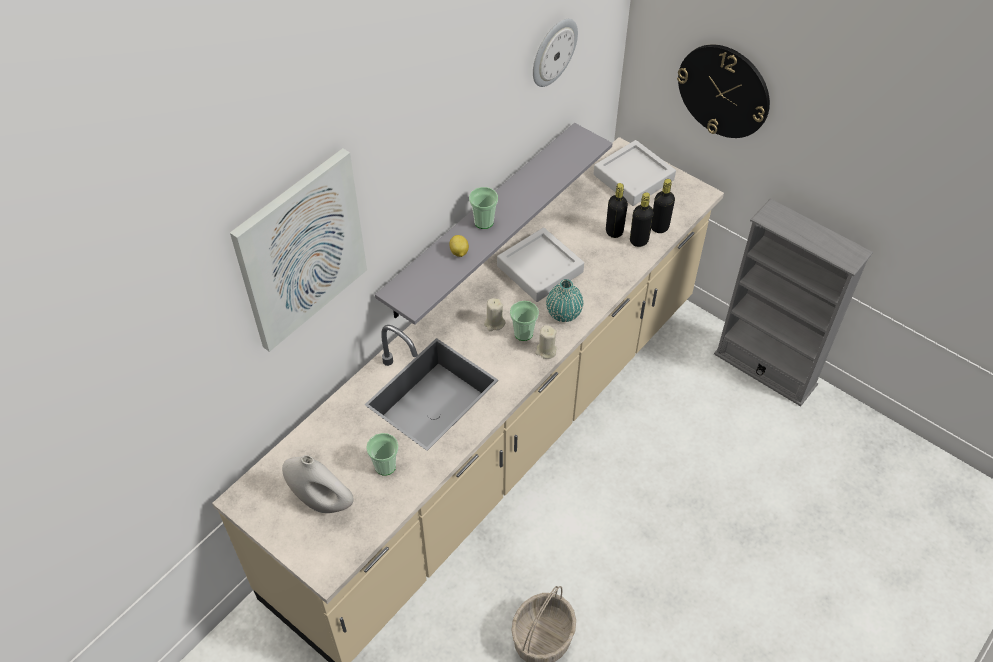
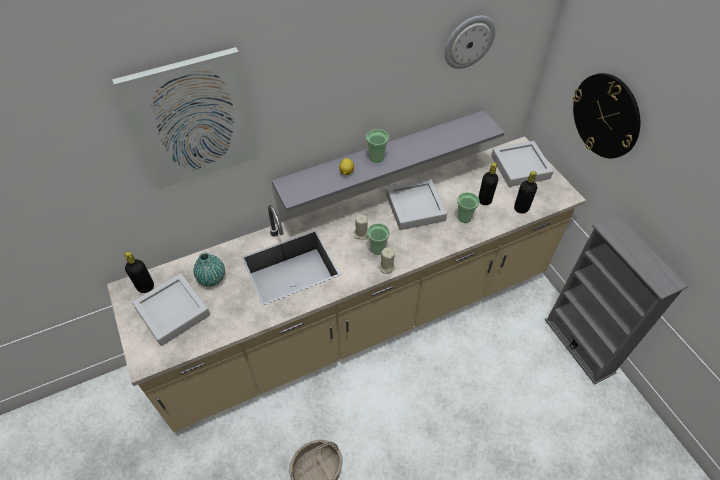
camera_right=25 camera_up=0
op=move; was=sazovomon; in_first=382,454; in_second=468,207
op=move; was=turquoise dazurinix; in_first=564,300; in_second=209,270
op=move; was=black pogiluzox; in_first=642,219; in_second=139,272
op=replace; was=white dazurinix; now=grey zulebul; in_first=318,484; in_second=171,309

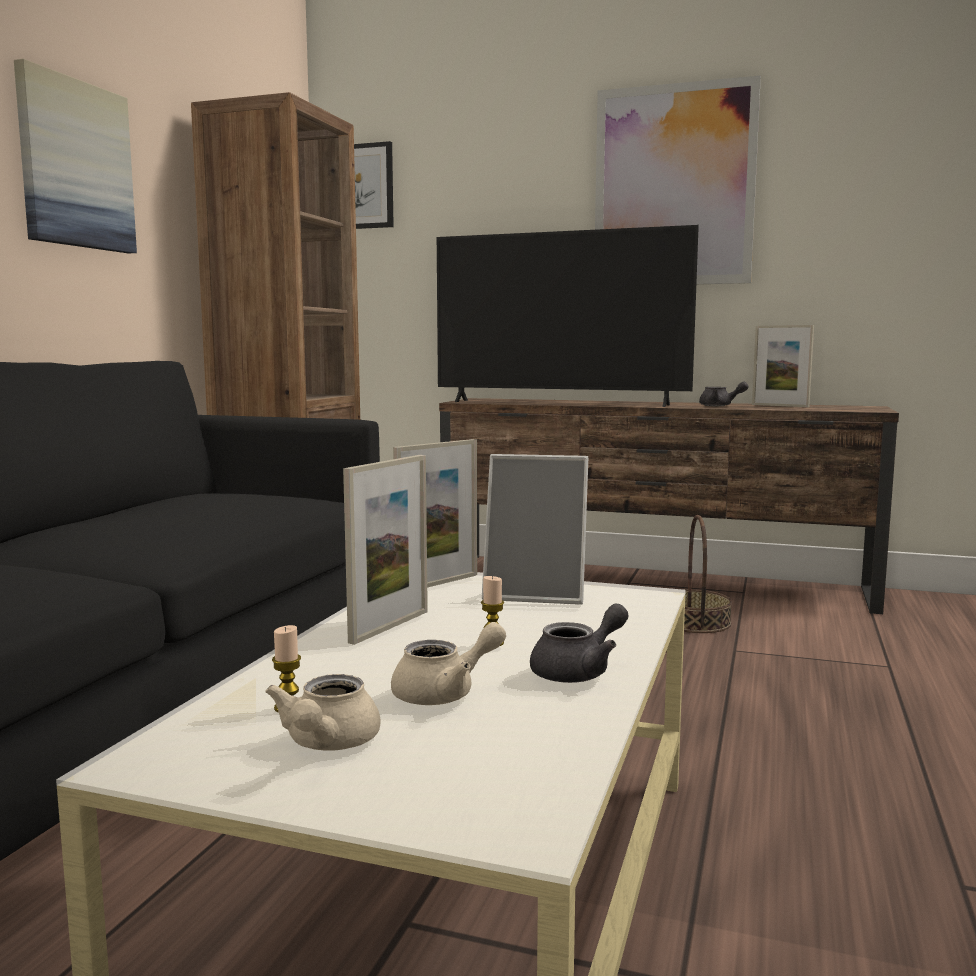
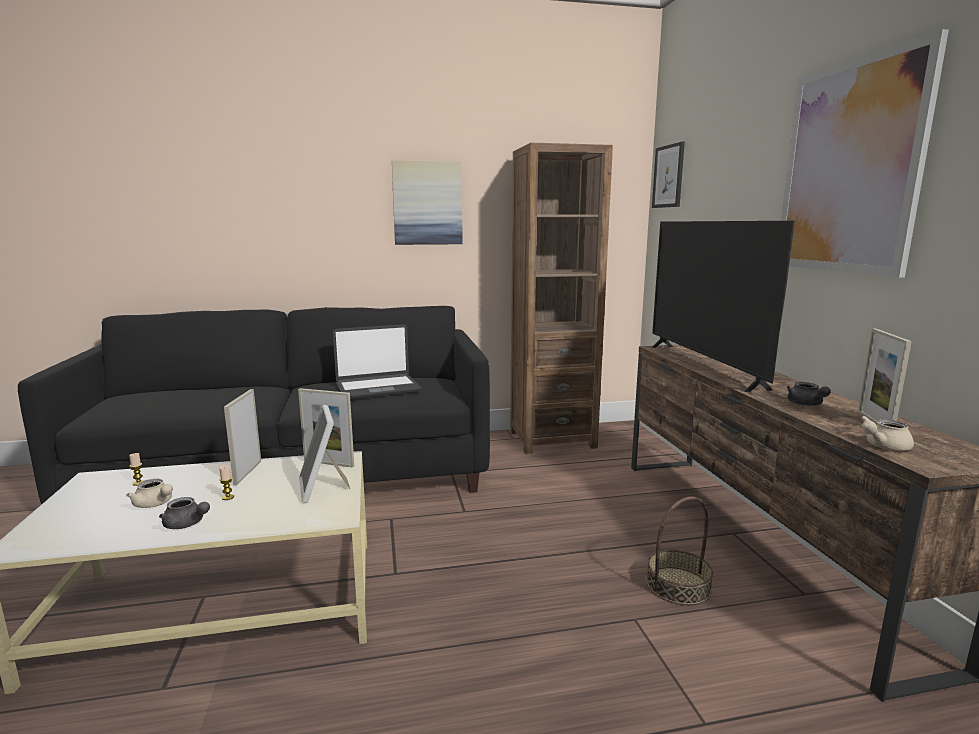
camera_right=60 camera_up=5
op=insert; now=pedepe; in_second=377,361
op=move; was=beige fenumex; in_first=323,712; in_second=887,433
op=rotate; was=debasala; in_first=385,550; in_second=242,437; clockwise=90

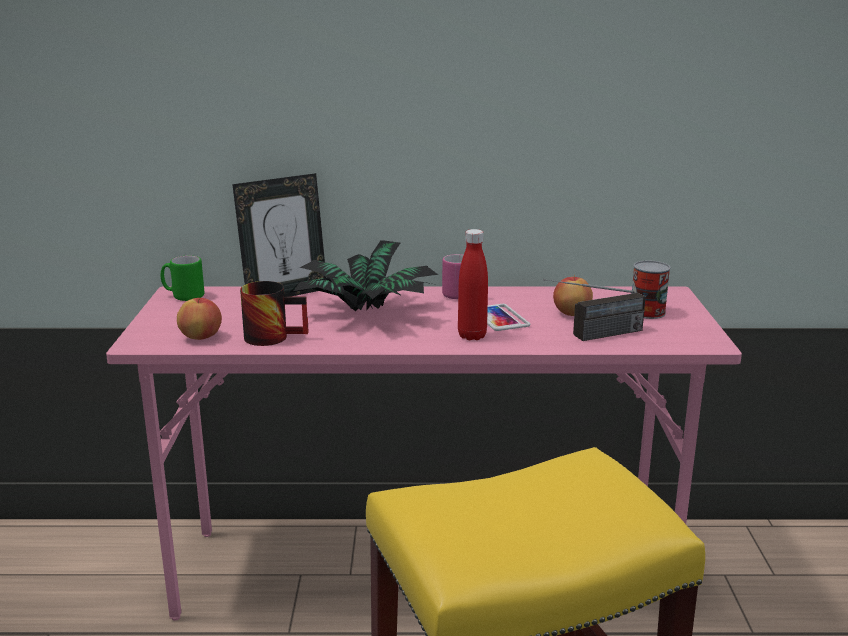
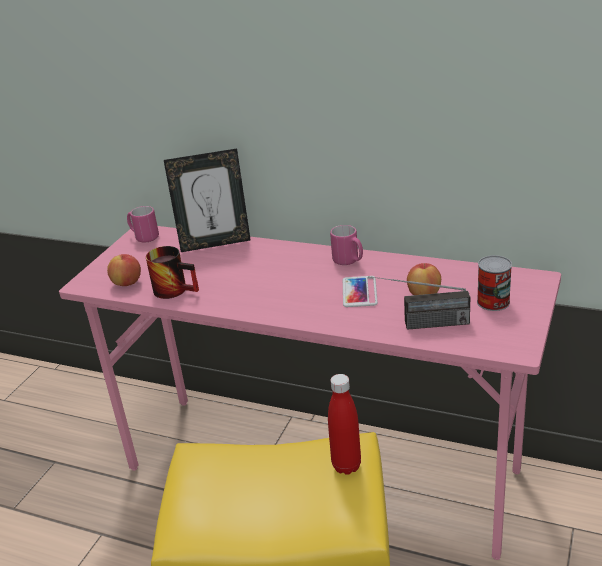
camera_right=25 camera_up=10
op=delete; was=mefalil; in_first=363,275
op=move; was=red pogiluzox; in_first=473,284; in_second=344,424
op=recolor; was=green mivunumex; now=pink mivunumex; in_first=182,278; in_second=143,224

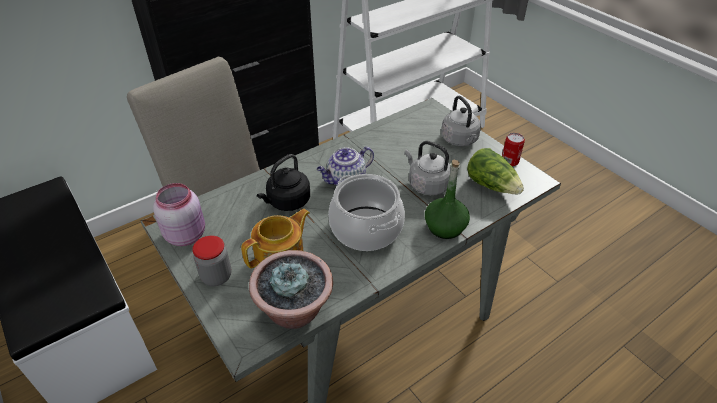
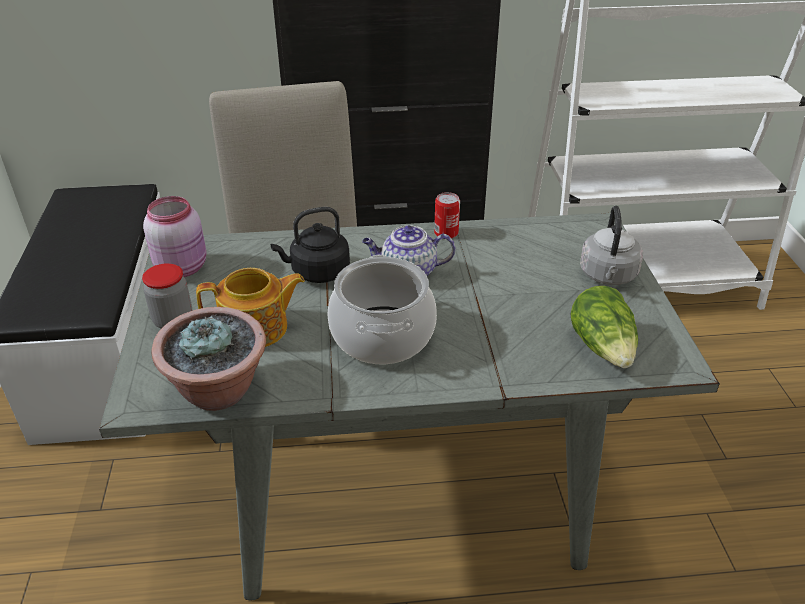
camera_right=30 camera_up=-5
op=delete; was=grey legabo; in_first=427,168
op=delete; was=green pogiluzox; in_first=447,199
op=move; was=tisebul; in_first=513,149; in_second=447,215

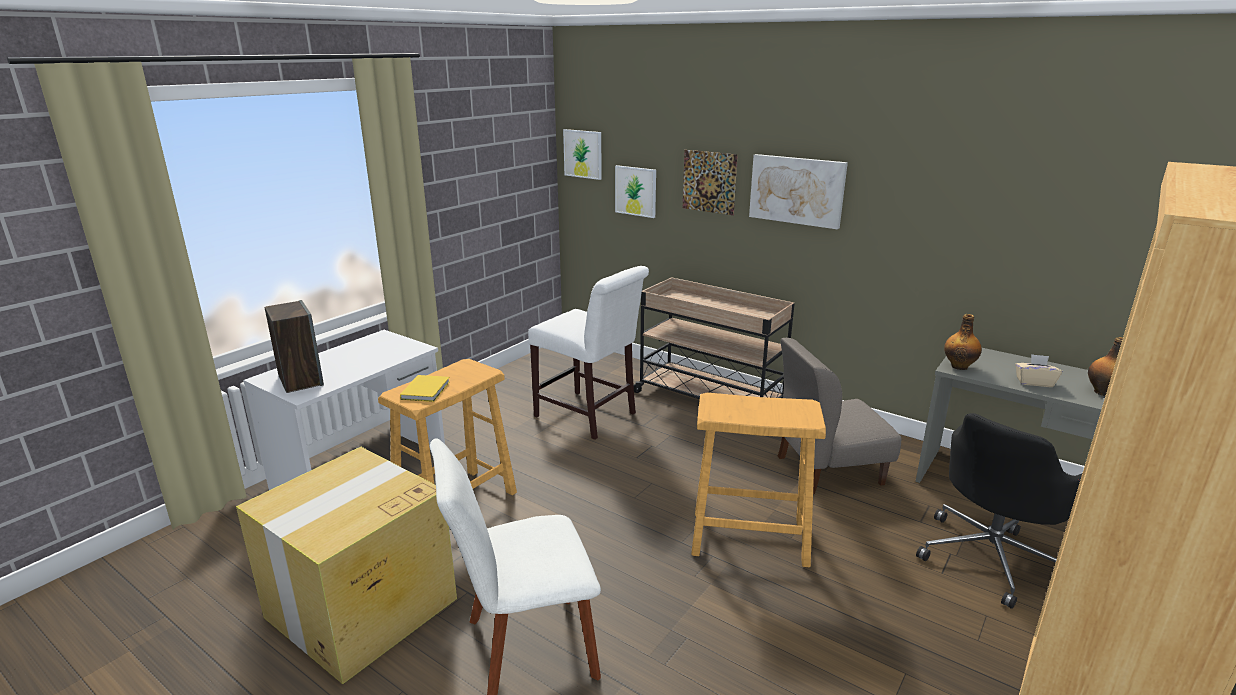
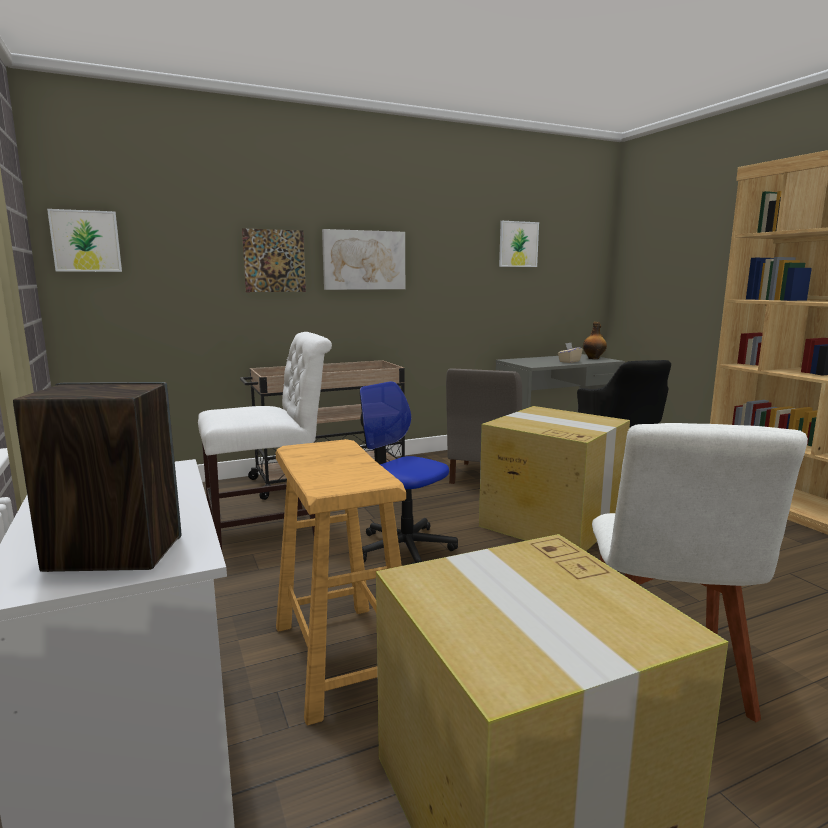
camera_right=-60 camera_up=-10
op=delete; was=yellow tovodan; in_first=425,388
op=delete; was=pogiluzox; in_first=963,342
op=insert; now=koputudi; in_second=408,472
op=move; was=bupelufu; in_first=635,191; in_second=519,244
op=replace; was=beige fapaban; now=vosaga; in_first=758,480; in_second=554,478

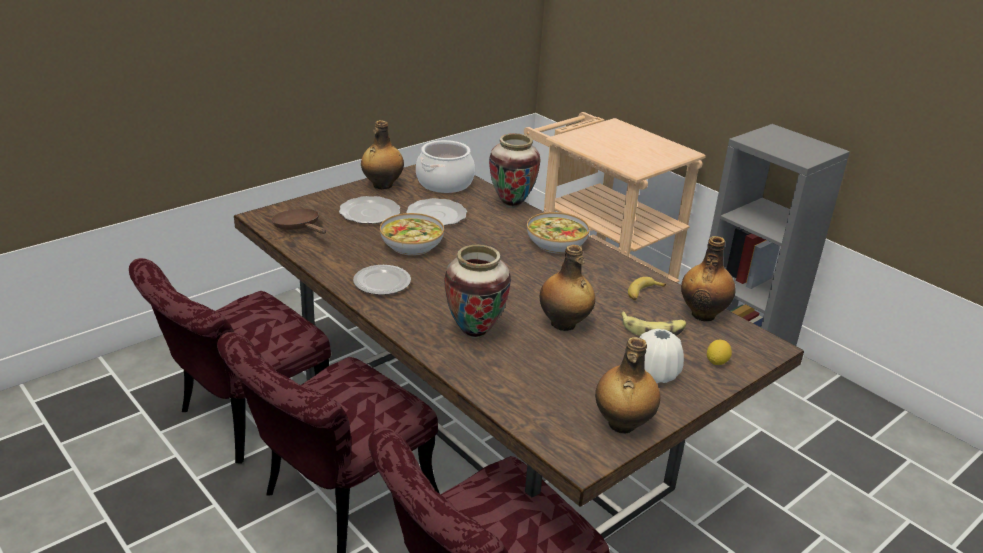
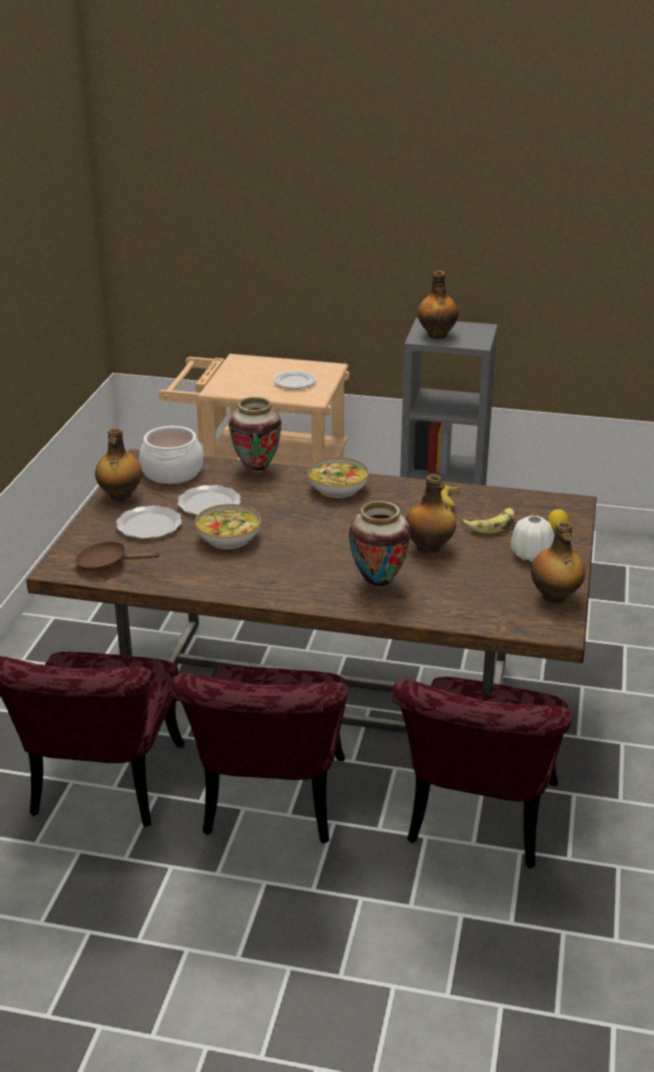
camera_right=-35 camera_up=0
op=move; was=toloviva; in_first=382,280; in_second=295,380
op=move; was=pogiluzox; in_first=708,278; in_second=437,305

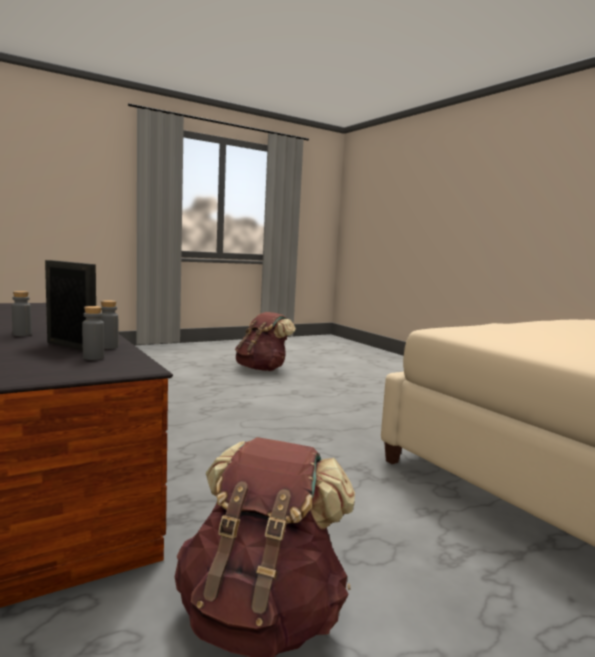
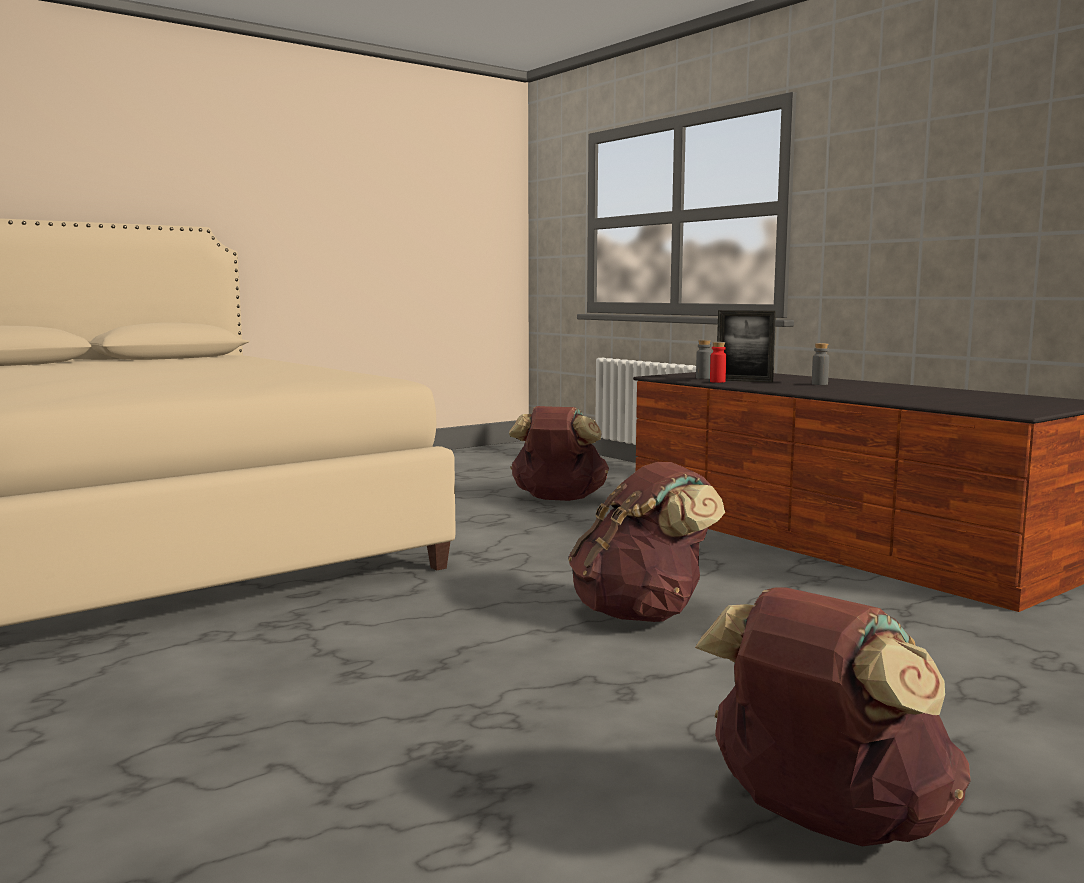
camera_right=175 camera_up=0
op=insert; now=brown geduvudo; in_second=646,542
op=recolor; was=grey pogiluzox; now=red pogiluzox; in_first=109,324; in_second=718,362

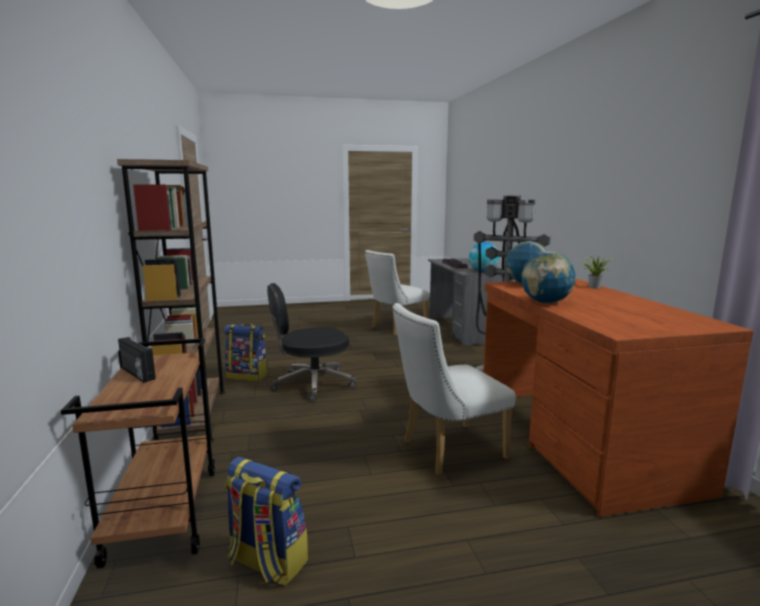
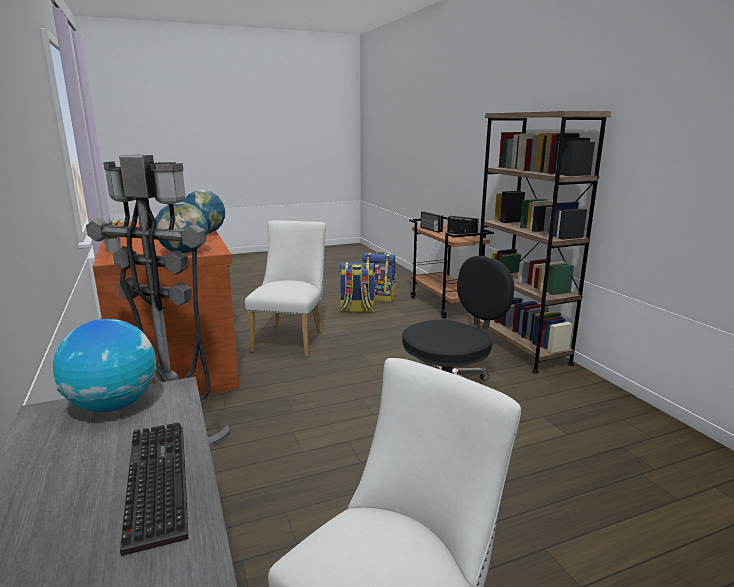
camera_right=170 camera_up=5
op=insert; now=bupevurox; in_second=432,222
op=move; was=geduvudo; in_first=246,352; in_second=357,287
op=rotate; was=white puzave; in_first=454,389; in_second=285,288; clockwise=-45

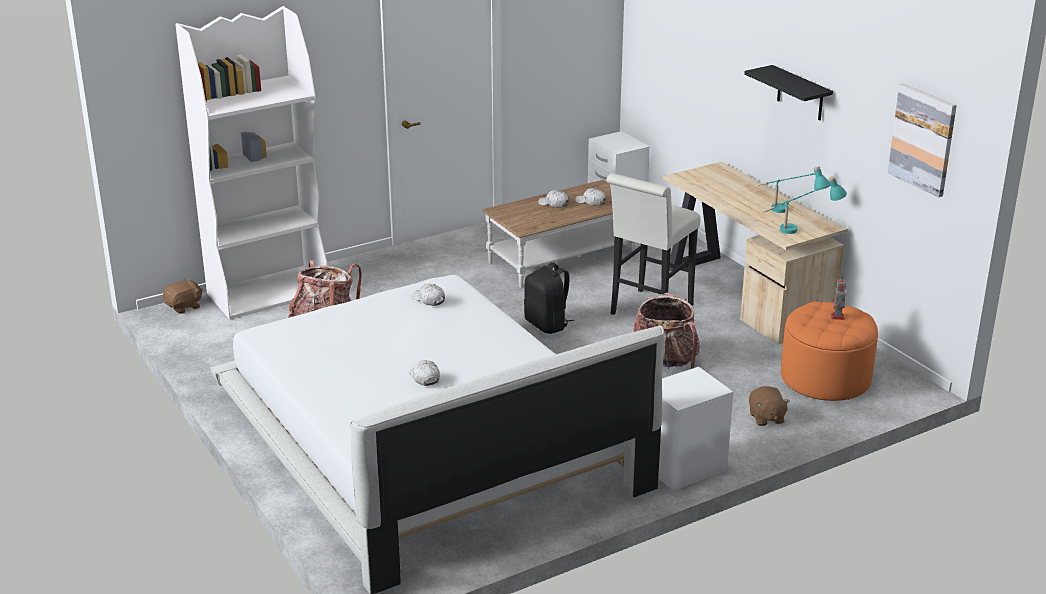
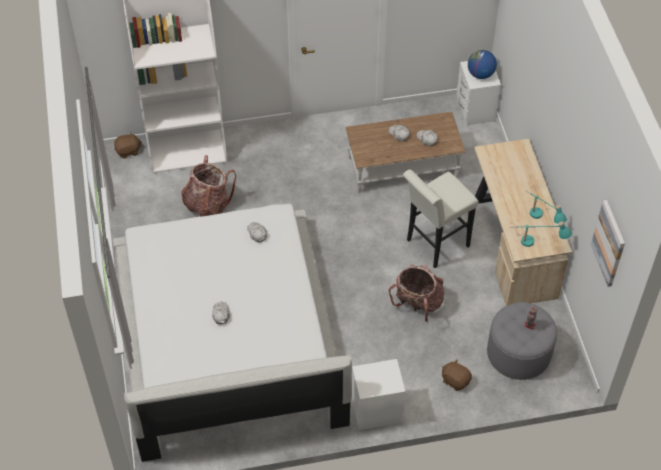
camera_right=20 camera_up=25
op=delete; was=black geduvudo; in_first=549,298
op=delete; was=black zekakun; in_first=788,92
op=insert; now=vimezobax; in_second=482,64
op=recolor; was=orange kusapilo; now=grey kusapilo; in_first=829,351; in_second=522,341
op=rotate; was=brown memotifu; in_first=769,406; in_second=457,375; clockwise=120

